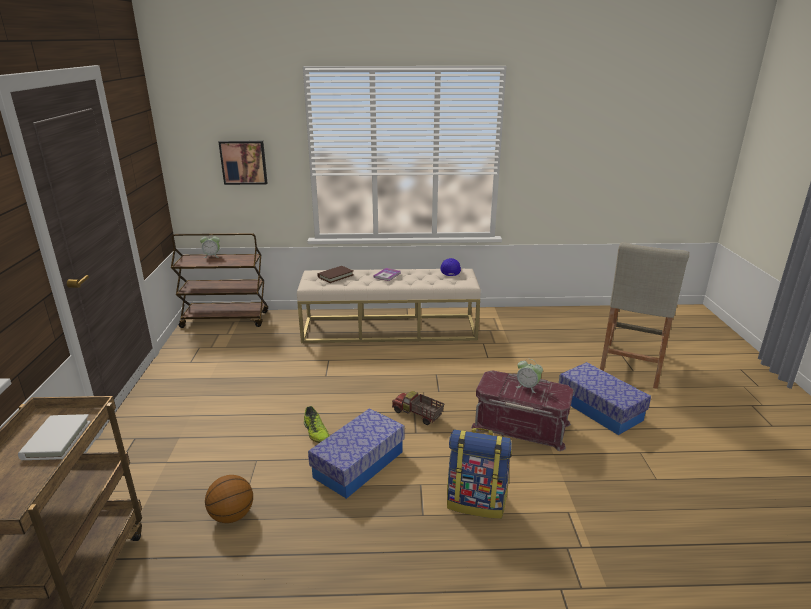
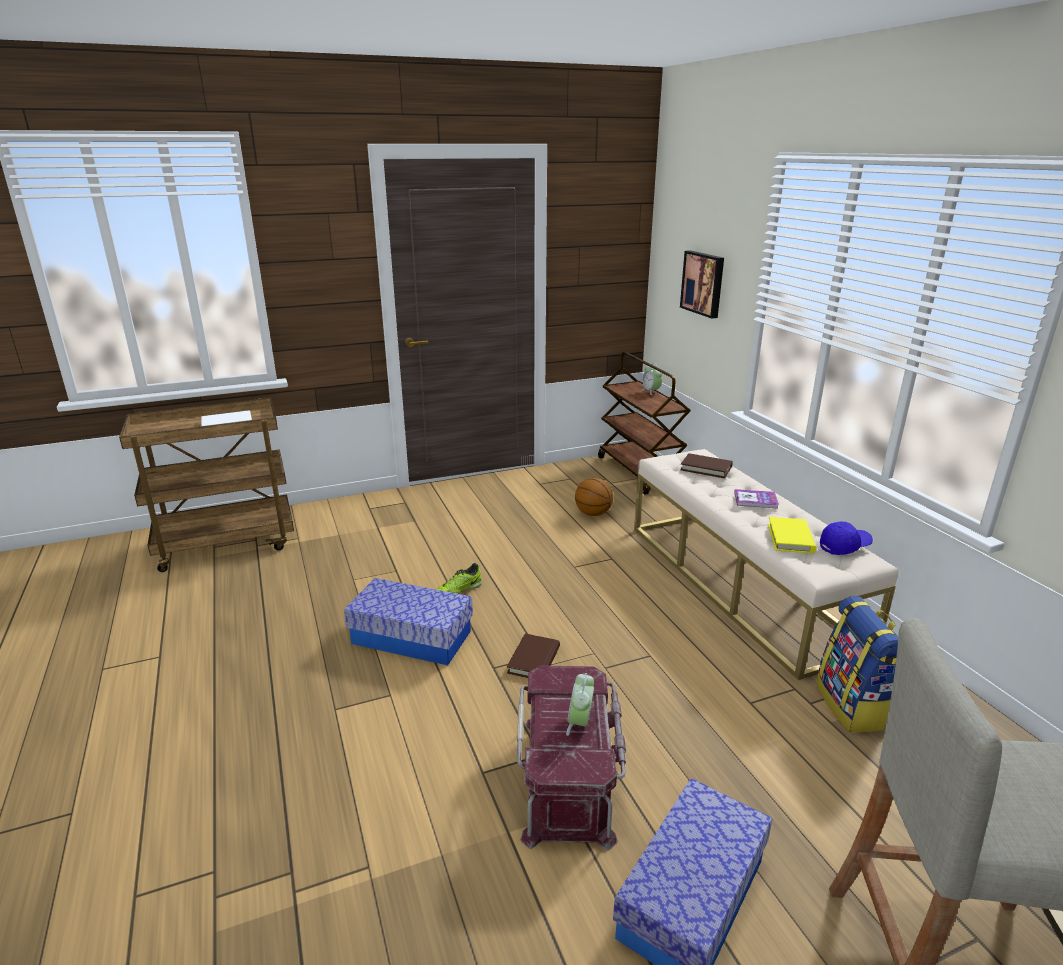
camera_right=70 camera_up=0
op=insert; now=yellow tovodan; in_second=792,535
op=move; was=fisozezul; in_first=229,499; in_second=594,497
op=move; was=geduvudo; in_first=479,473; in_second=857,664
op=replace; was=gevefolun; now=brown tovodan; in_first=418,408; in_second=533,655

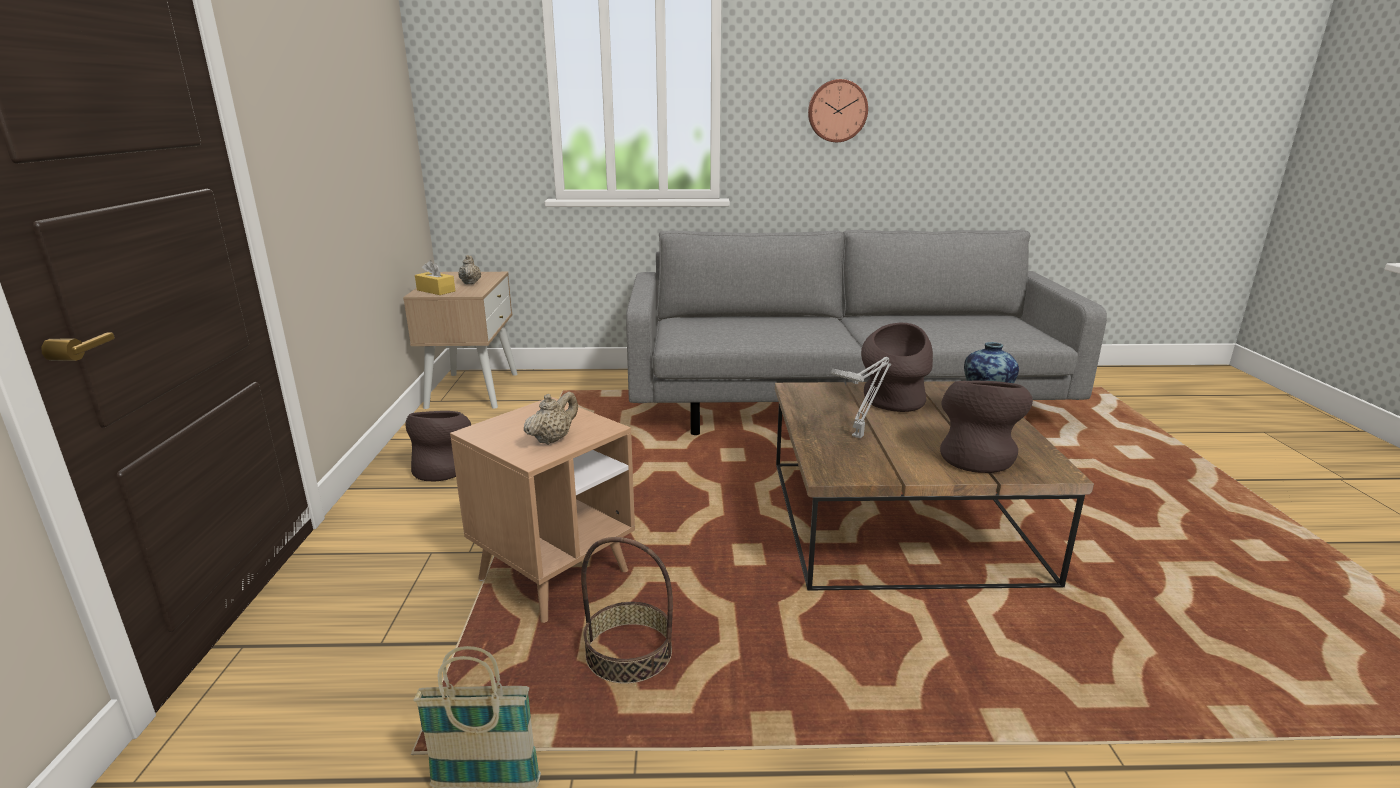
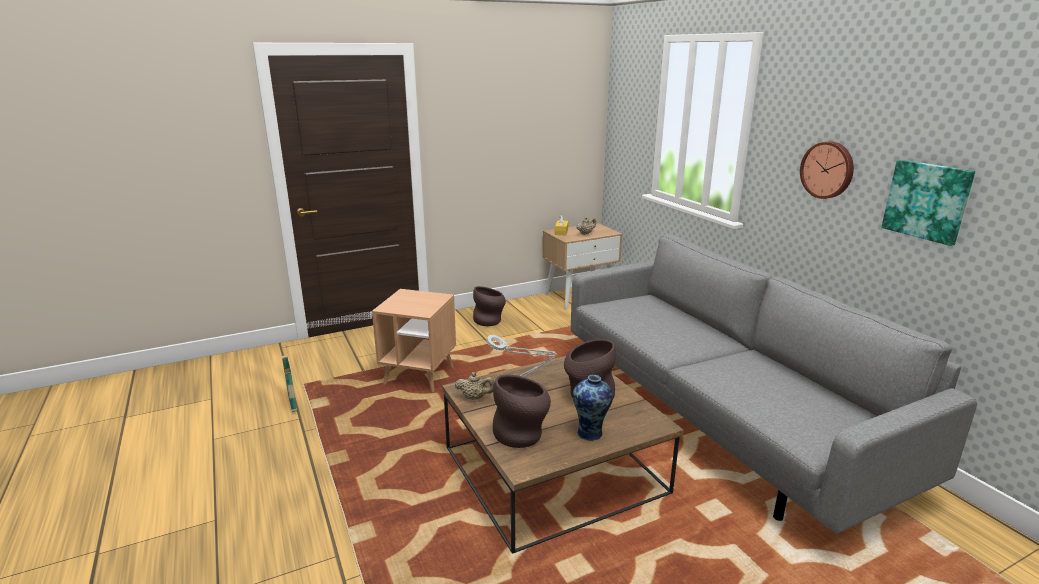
camera_right=65 camera_up=0
op=delete; was=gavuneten; in_first=627,610
op=insert; now=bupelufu; in_second=928,203
op=move; was=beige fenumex; in_first=551,418; in_second=474,386

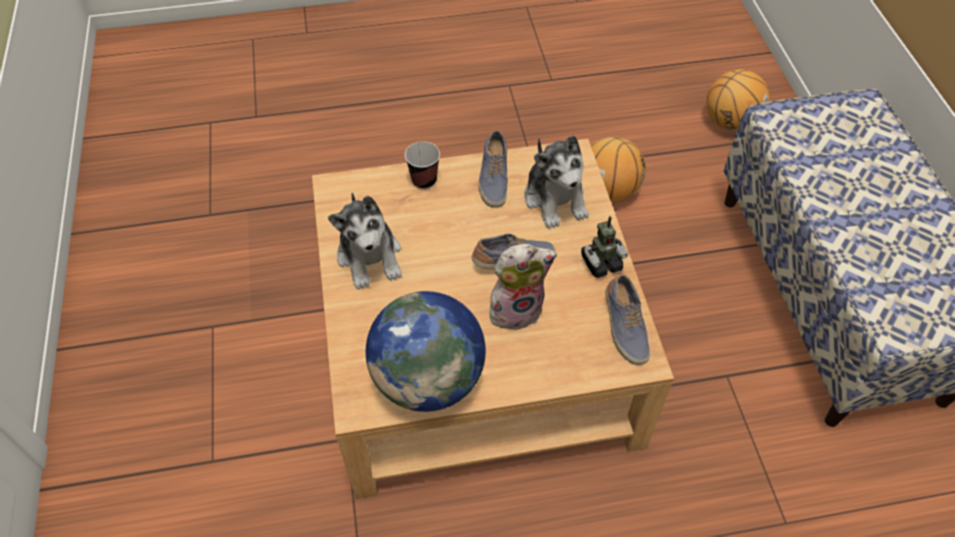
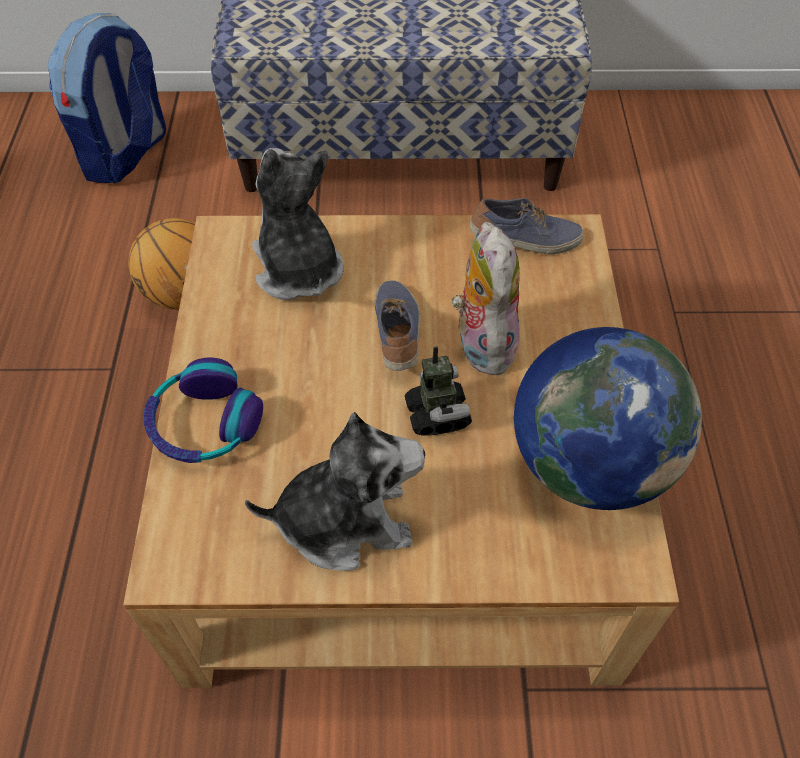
camera_right=-80 camera_up=0
op=delete; was=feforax; in_first=493,169
op=move; was=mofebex; in_first=604,247; in_second=438,391
op=replace; was=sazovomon; now=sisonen; in_first=422,165; in_second=203,410
op=replace; was=fisozezul; now=geduvudo; in_first=738,100; in_second=107,98
op=rotate; was=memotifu; in_first=556,182; in_second=298,224; clockwise=-105

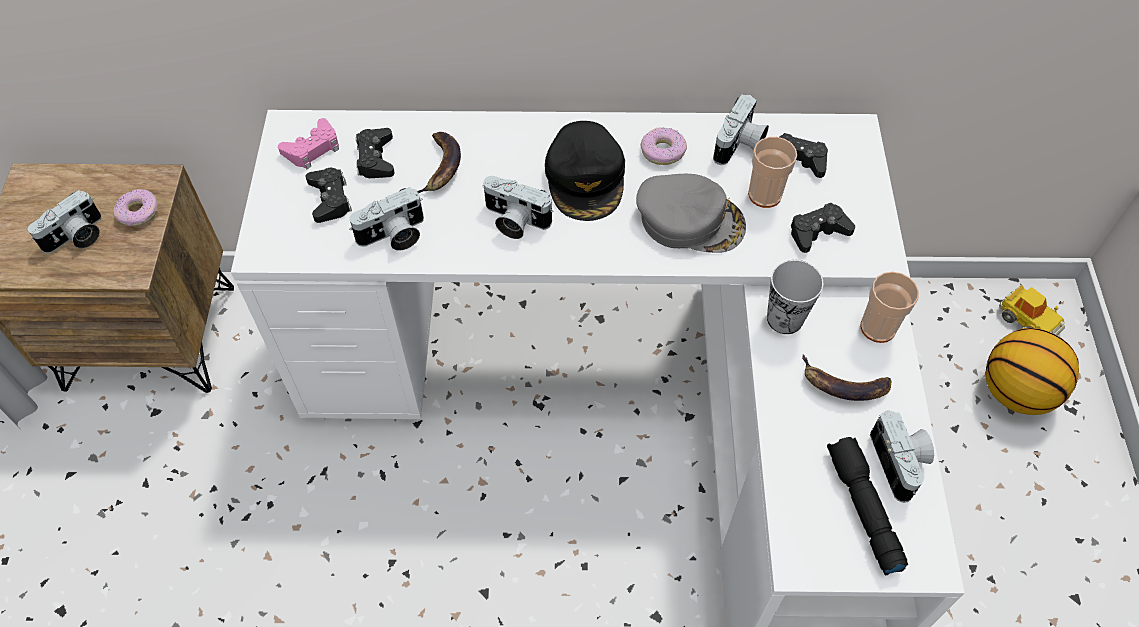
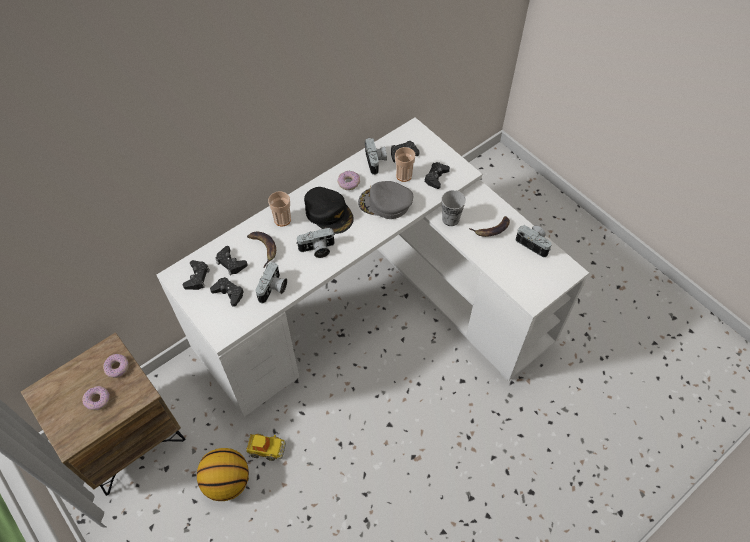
camera_right=-40 camera_up=0
op=delete; was=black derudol; in_first=867,506
op=move; was=sazovomon; in_first=890,307; in_second=279,208
op=move; was=fisozezul; in_first=1032,371; in_second=223,474
op=move; was=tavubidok; in_first=1032,309; in_second=266,447
op=replace; was=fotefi; now=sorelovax; in_first=65,221; in_second=96,398
op=recolor; was=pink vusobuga; now=black vusobuga; in_first=308,143; in_second=196,275
op=rotate; was=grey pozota; in_first=691,213; in_second=385,200; clockwise=-150

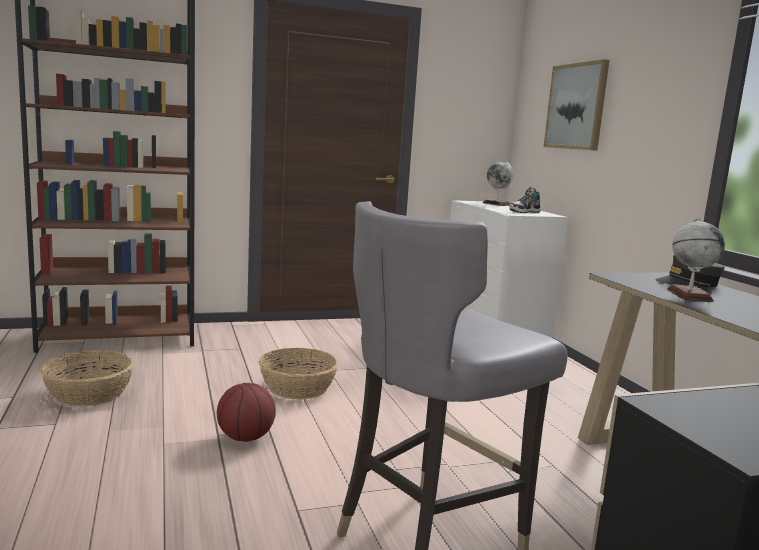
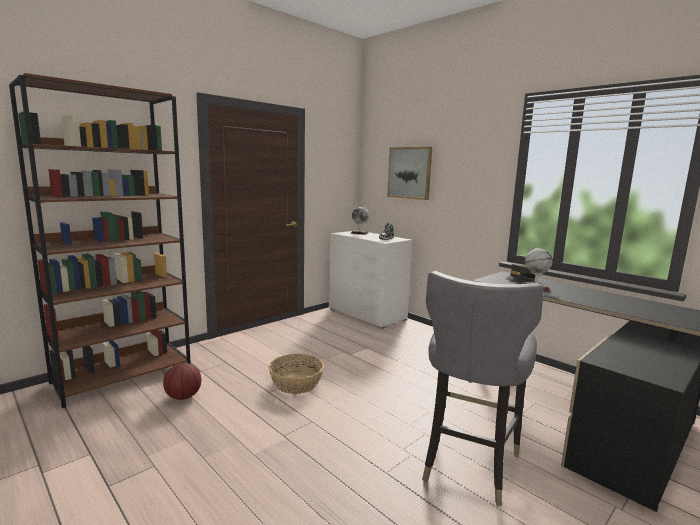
camera_right=-25 camera_up=0
op=delete; was=gavuneten; in_first=87,378
op=move; was=fisozezul; in_first=246,412; in_second=182,381

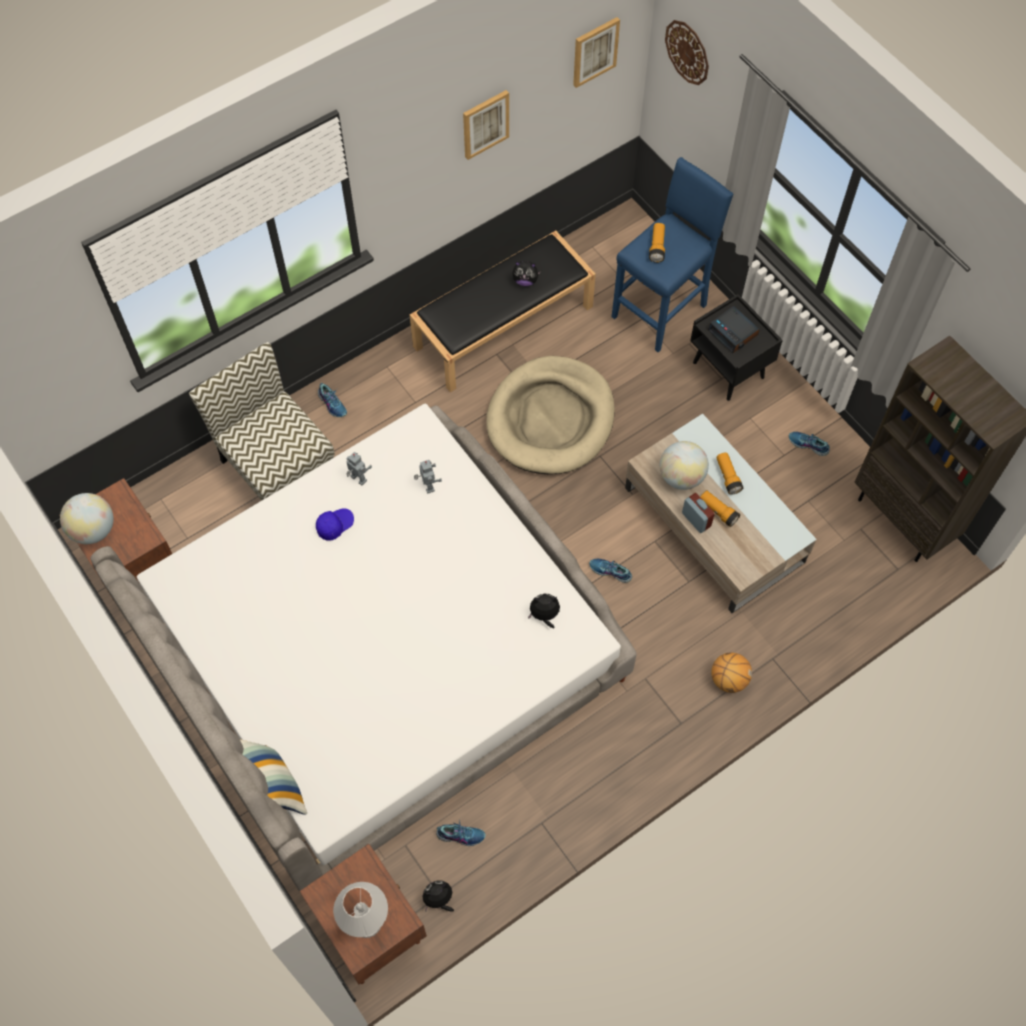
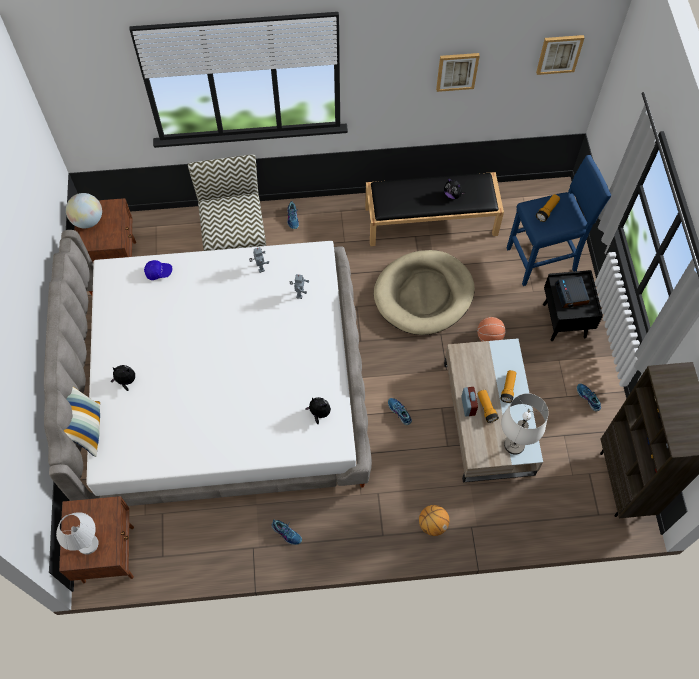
camera_right=30 camera_up=0
op=delete; was=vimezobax; in_first=684,465
op=delete; was=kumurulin; in_first=687,52
op=insert; now=fisozezul; in_second=491,329
op=insert; now=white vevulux; in_second=525,424
op=move; was=blue pozota; in_first=335,525; in_second=158,270
op=move; was=memotifu; in_first=438,896; in_second=123,378
op=move; was=feforax; in_first=461,833; in_second=287,532

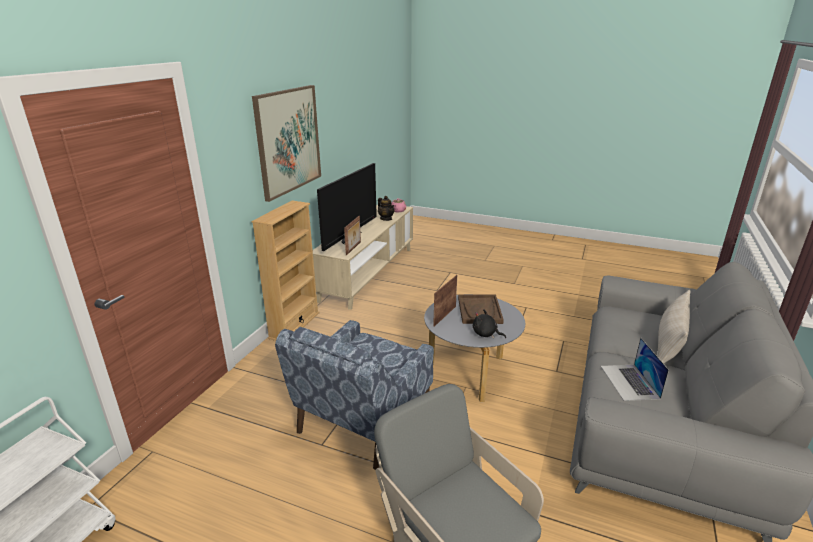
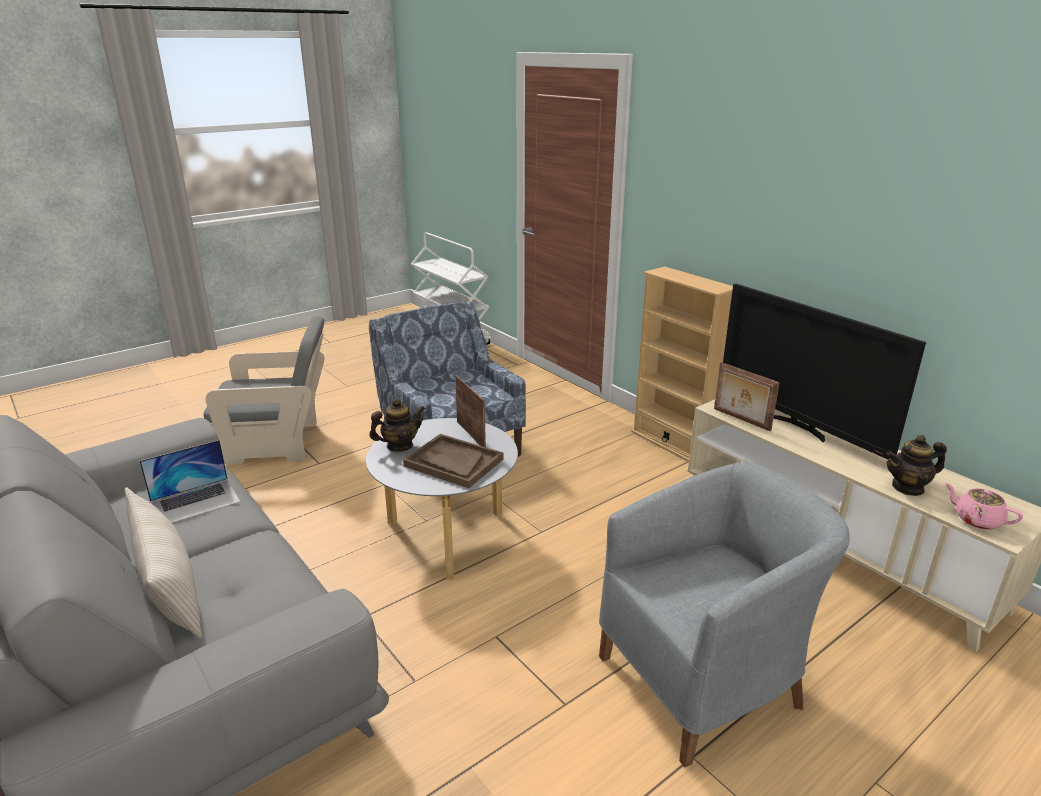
camera_right=120 camera_up=0
op=delete; was=bupelufu; in_first=286,143
op=insert; now=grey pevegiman; in_second=724,615
op=replace; was=black memotifu; now=fenumex; in_first=489,323; in_second=397,425
op=rotate; was=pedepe; in_first=635,369; in_second=190,481; clockwise=120

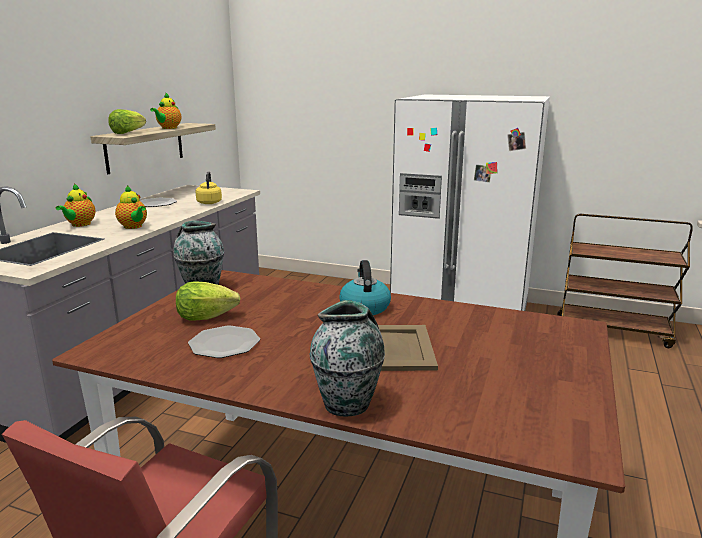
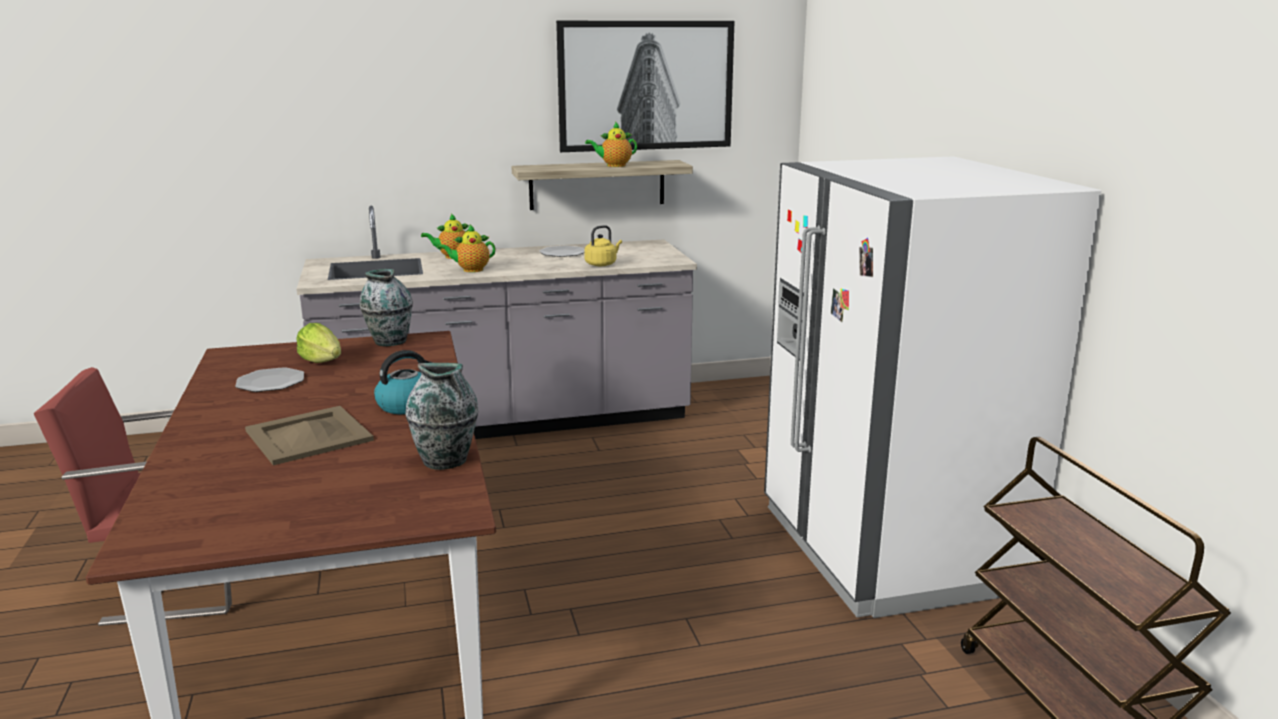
camera_right=55 camera_up=0
op=delete; was=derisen; in_first=127,121
op=insert; now=bupelufu; in_second=645,86
op=move; was=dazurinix; in_first=347,358; in_second=442,416
op=rotate; was=fenumex; in_first=131,207; in_second=466,248; clockwise=60

